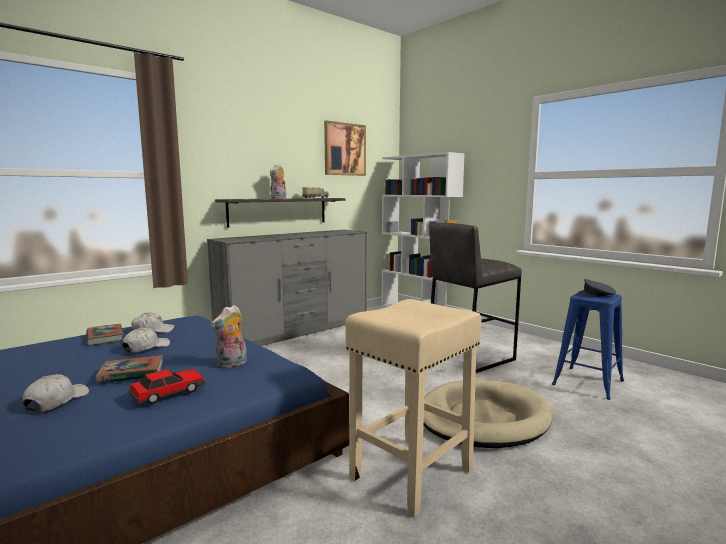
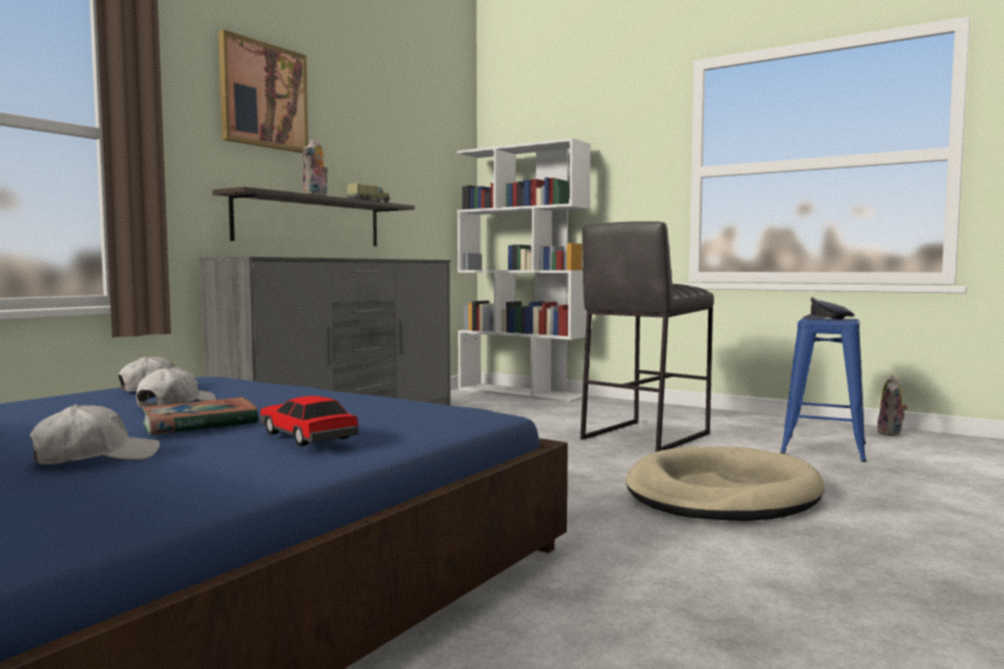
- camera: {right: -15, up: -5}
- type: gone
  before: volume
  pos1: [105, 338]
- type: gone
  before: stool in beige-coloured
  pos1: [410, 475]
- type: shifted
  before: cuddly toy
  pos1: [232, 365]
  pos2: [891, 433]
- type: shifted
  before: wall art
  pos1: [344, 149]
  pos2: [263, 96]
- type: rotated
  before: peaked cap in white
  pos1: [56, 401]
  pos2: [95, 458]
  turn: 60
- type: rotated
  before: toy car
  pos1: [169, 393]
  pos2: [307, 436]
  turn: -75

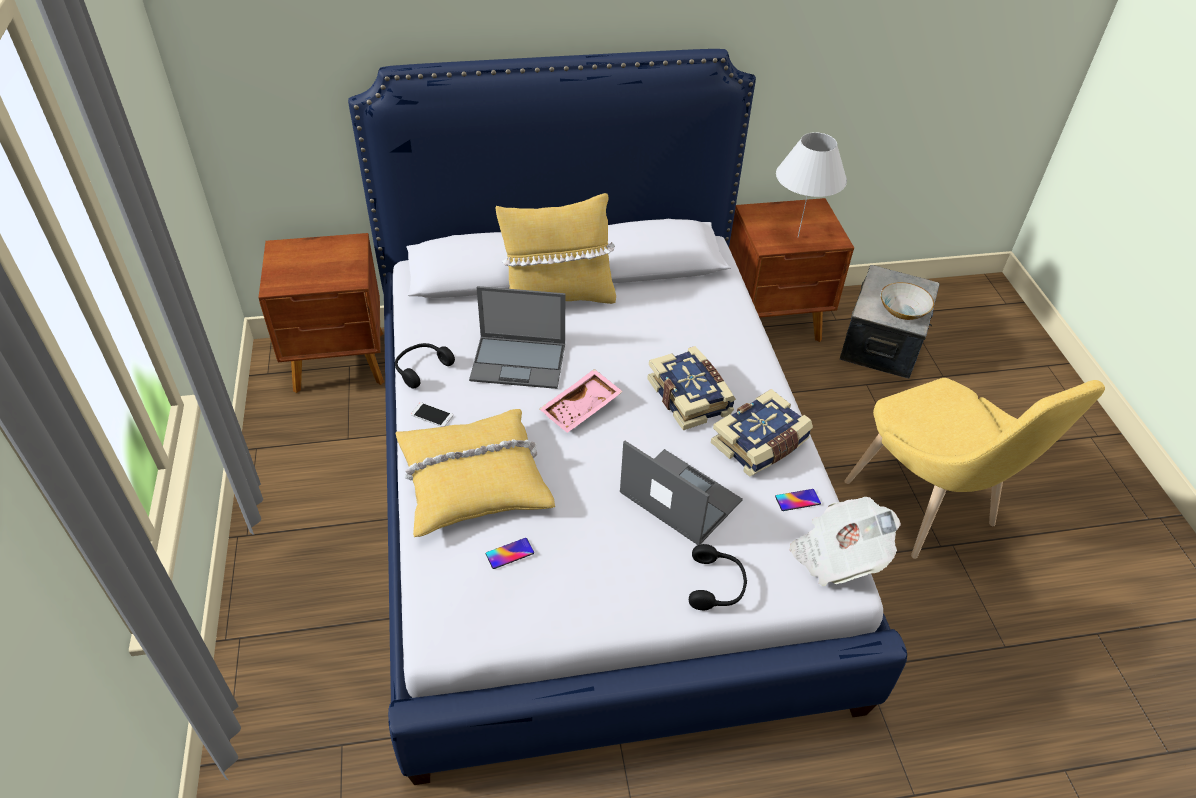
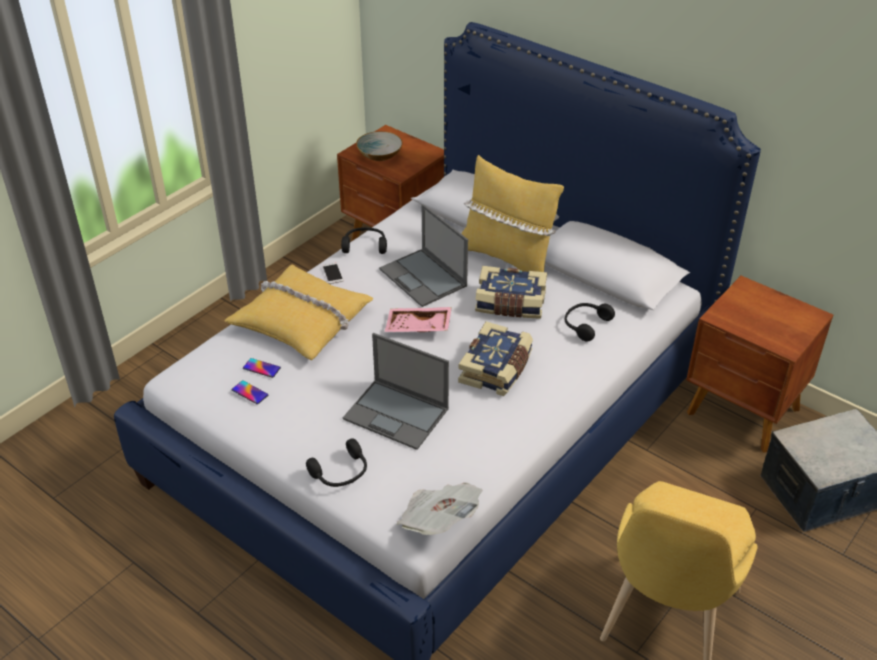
- camera: {right: 50, up: -5}
- type: gone
  before: lamp for a table in white
  pos1: [797, 237]
- type: new
  after: pair of headphones in blackish
  pos2: [585, 325]
- type: shifted
  before: volume
  pos1: [760, 444]
  pos2: [510, 304]
- type: shifted
  before: phone
  pos1: [797, 500]
  pos2: [250, 392]
- type: shifted
  before: bowl
  pos1: [902, 311]
  pos2: [379, 155]
- type: rotated
  before: laptop
  pos1: [679, 496]
  pos2: [397, 414]
  turn: 120

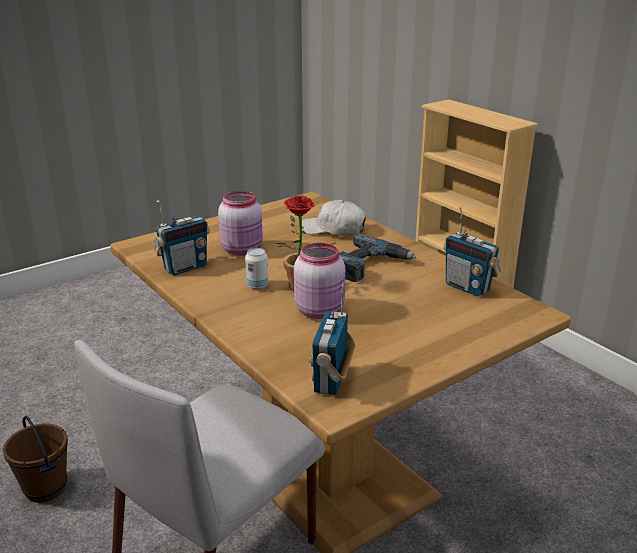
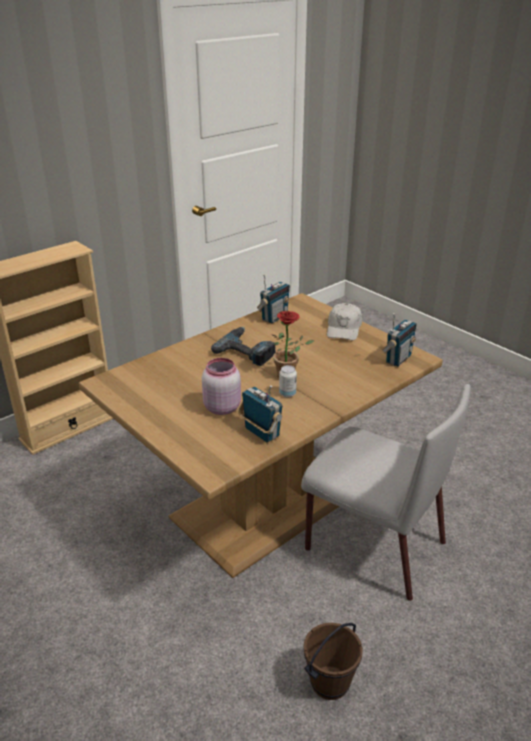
- camera: {right: -95, up: 5}
- type: gone
  before: storage jar in pink
  pos1: [320, 310]
- type: shifted
  before: peaked cap in white
  pos1: [334, 230]
  pos2: [344, 329]
- type: rotated
  before: radio
  pos1: [331, 381]
  pos2: [397, 359]
  turn: -60

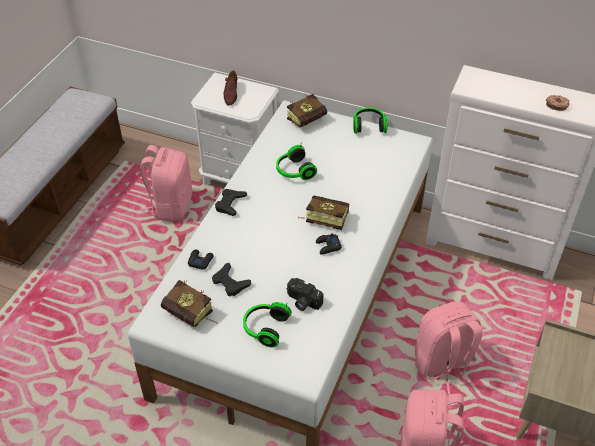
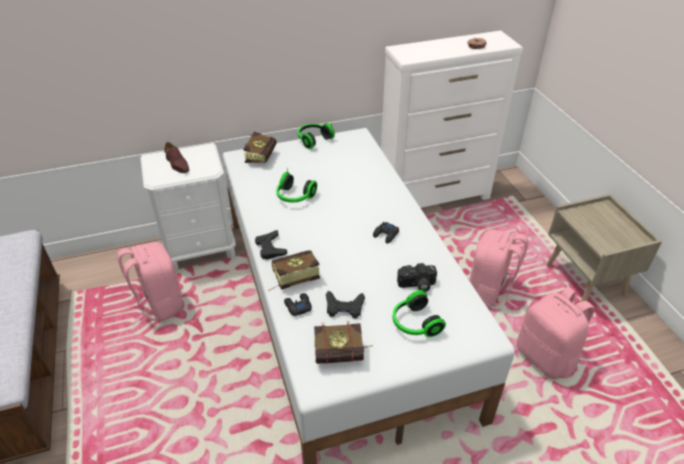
- camera: {right: -40, up: -5}
- type: shifted
  before: volume
  pos1: [322, 218]
  pos2: [291, 278]

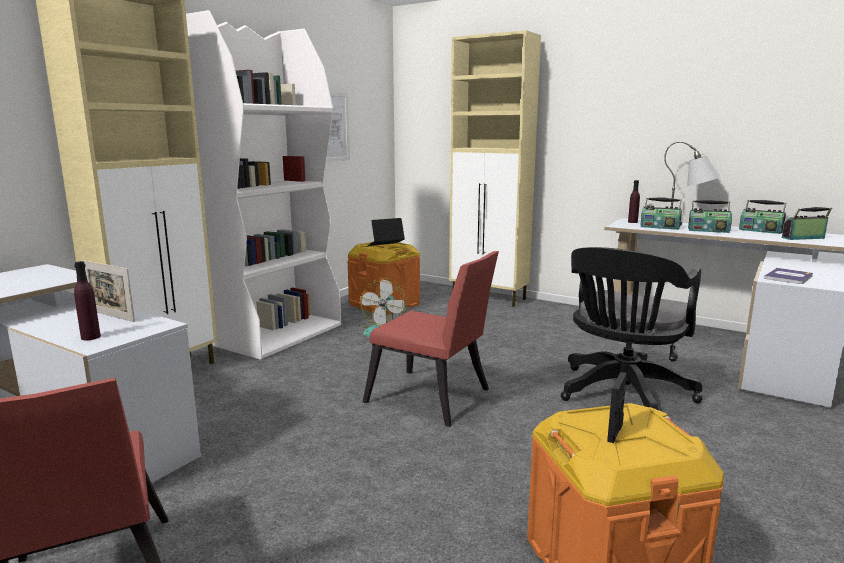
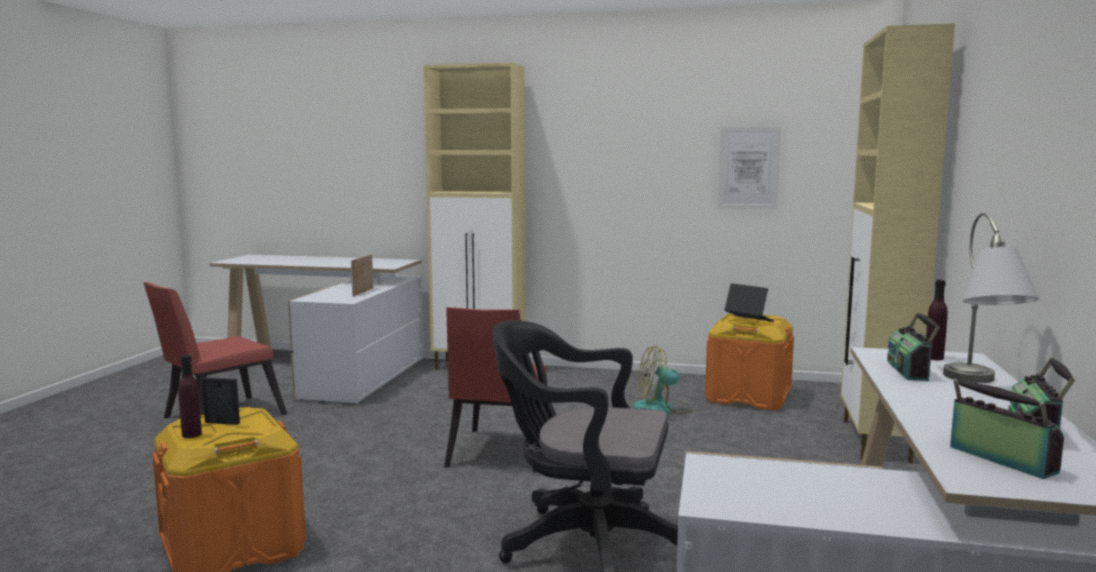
- camera: {right: 70, up: -5}
- type: gone
  before: bookcase in white
  pos1: [280, 335]
- type: gone
  before: radio
  pos1: [708, 230]
- type: gone
  before: volume
  pos1: [788, 277]
- type: shifted
  before: drink bottle in purple-coloured
  pos1: [90, 337]
  pos2: [191, 434]

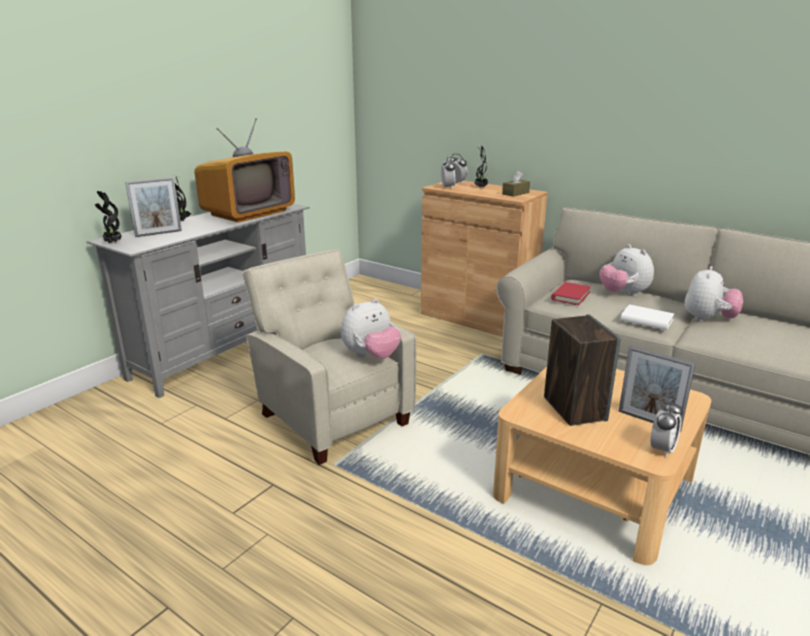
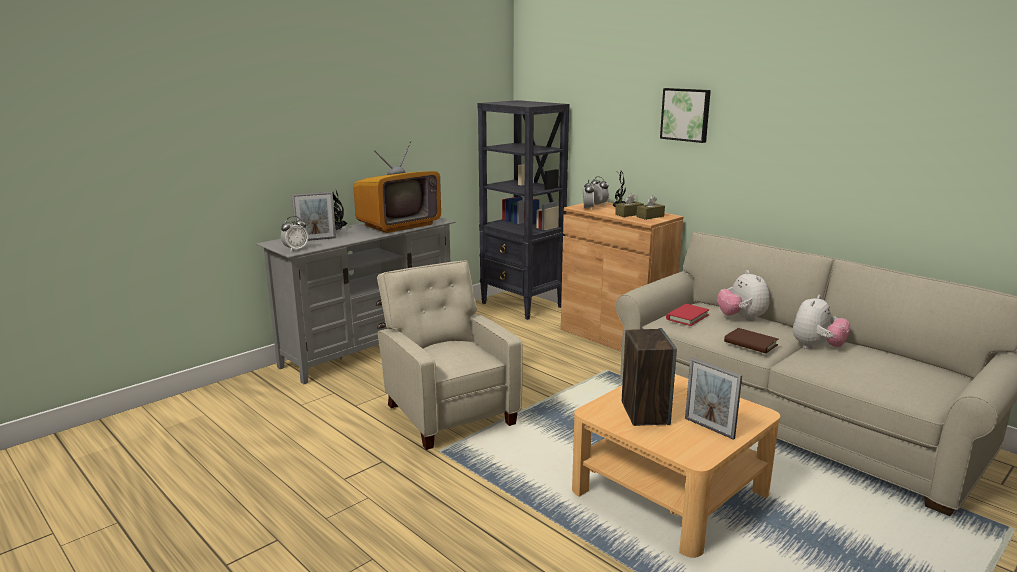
- camera: {right: 10, up: -5}
- type: gone
  before: plant in a pot
  pos1: [112, 243]
- type: gone
  before: cuddly toy
  pos1: [371, 356]
- type: new
  after: bookcase in blackish
  pos2: [522, 305]
- type: new
  after: tissue holder in brownish
  pos2: [629, 214]
- type: new
  after: wall art
  pos2: [686, 114]
- type: shifted
  before: table clock
  pos1: [662, 449]
  pos2: [295, 249]
- type: repainted
  before: volume in white
  after: volume in brownish
  pos1: [646, 320]
  pos2: [750, 343]

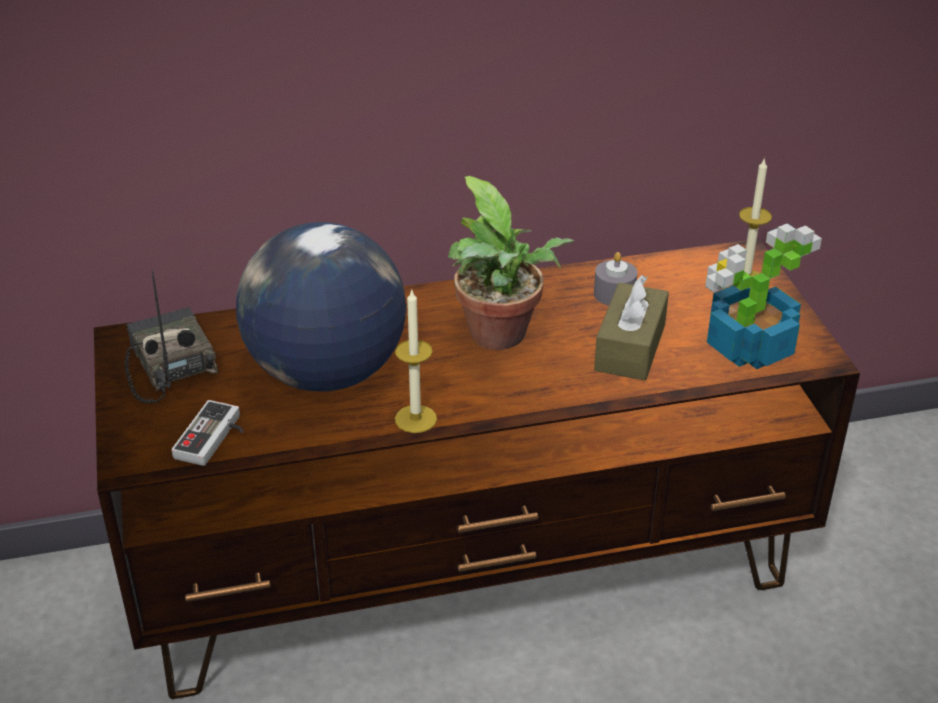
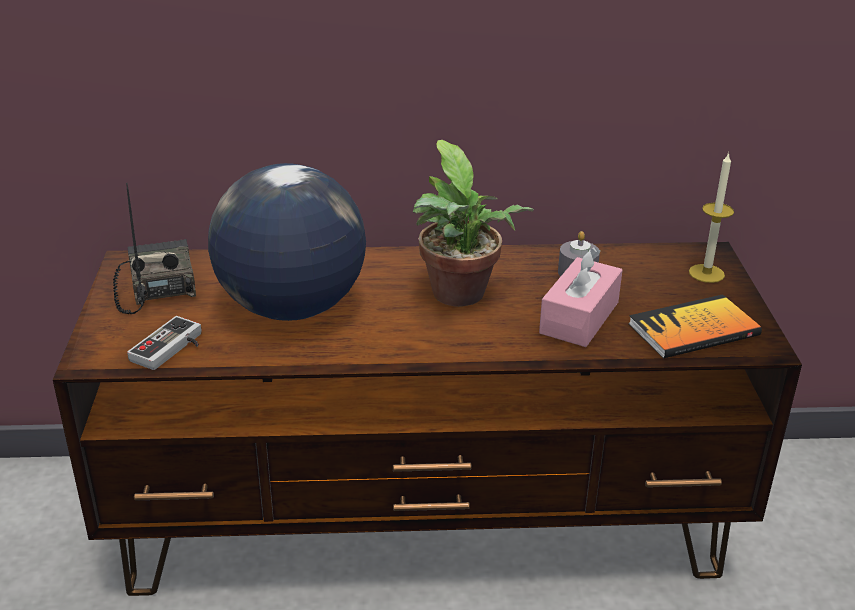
- camera: {right: 10, up: -5}
- type: gone
  before: wax candle
  pos1: [415, 419]
- type: swapped
  before: plant in a pot
  after: volume
  pos1: [747, 347]
  pos2: [693, 330]
- type: repainted
  before: tissue holder in brownish
  after: tissue holder in pink
  pos1: [630, 347]
  pos2: [579, 318]

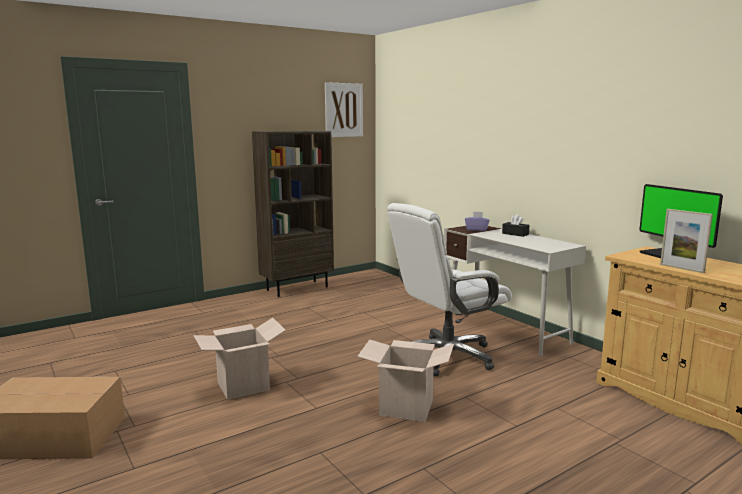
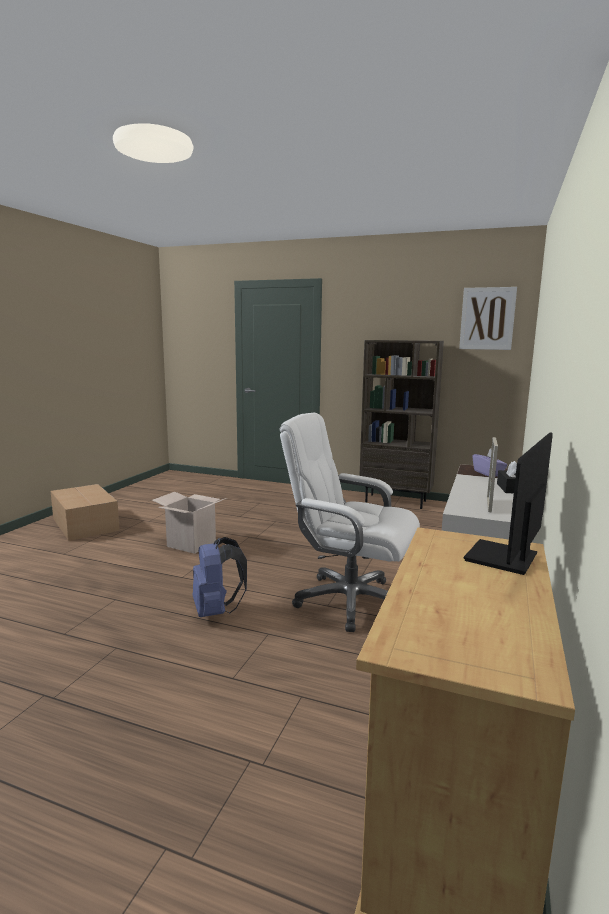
- camera: {right: 55, up: 0}
- type: shifted
  before: photo frame
  pos1: [681, 268]
  pos2: [489, 505]
- type: swapped
  before: cardboard box
  after: knapsack in bluish
  pos1: [406, 407]
  pos2: [216, 611]

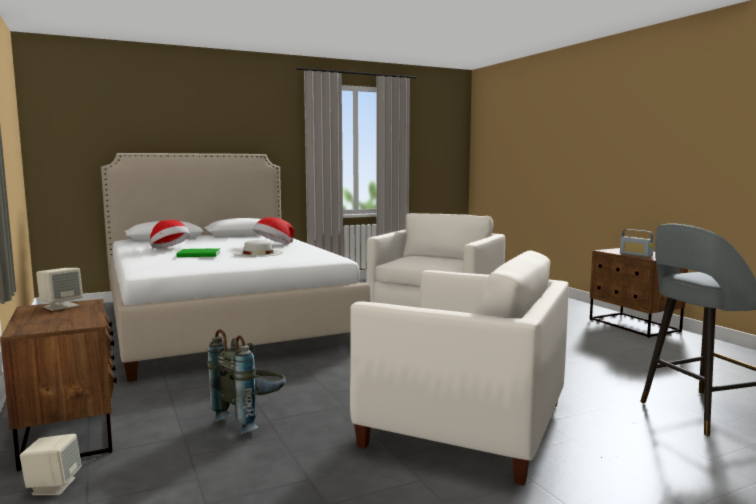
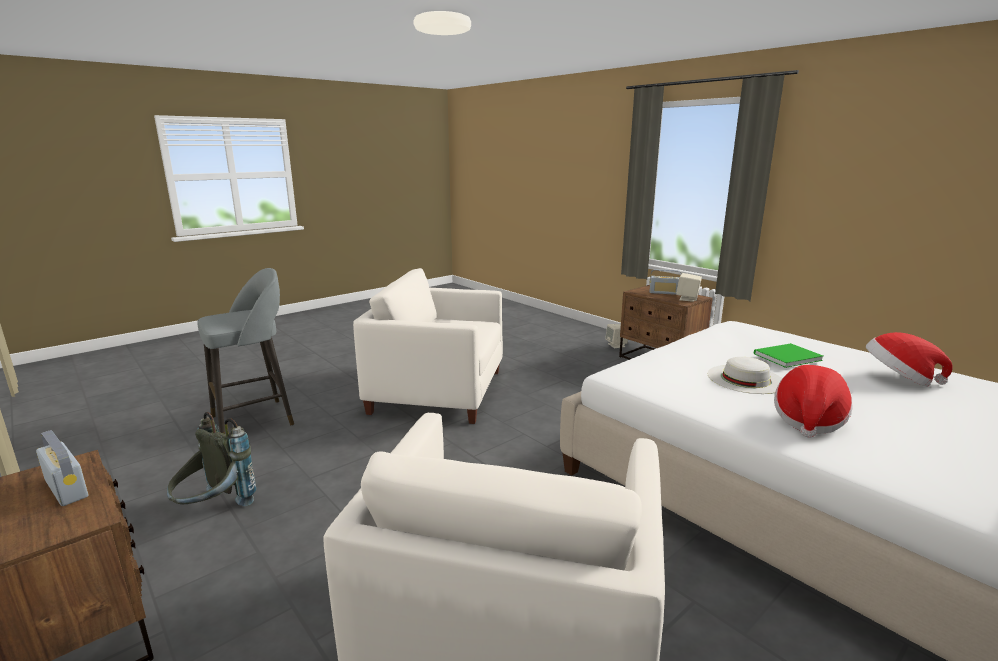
- camera: {right: 165, up: 10}
- type: new
  after: radio
  pos2: [664, 293]
- type: shifted
  before: knapsack in gray
  pos1: [251, 419]
  pos2: [215, 510]

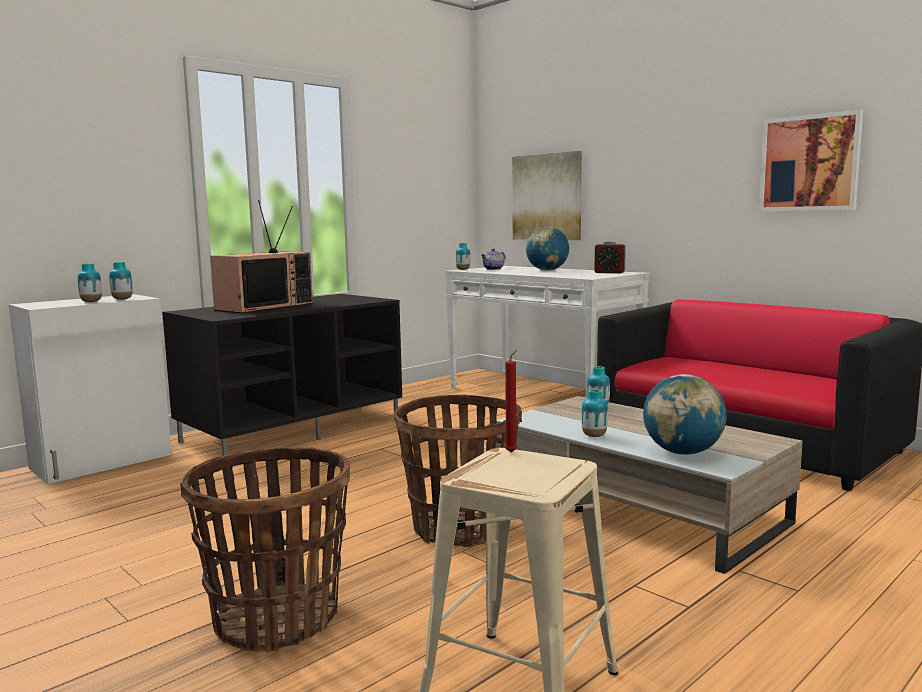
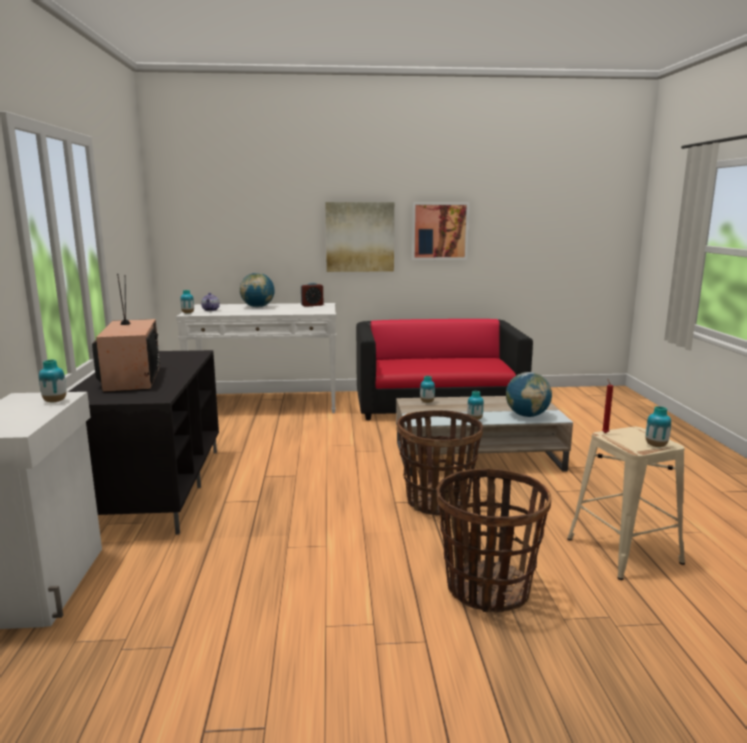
- camera: {right: -50, up: 5}
- type: shifted
  before: decorative vase
  pos1: [91, 302]
  pos2: [656, 446]
- type: shifted
  before: wall art
  pos1: [547, 197]
  pos2: [360, 237]

